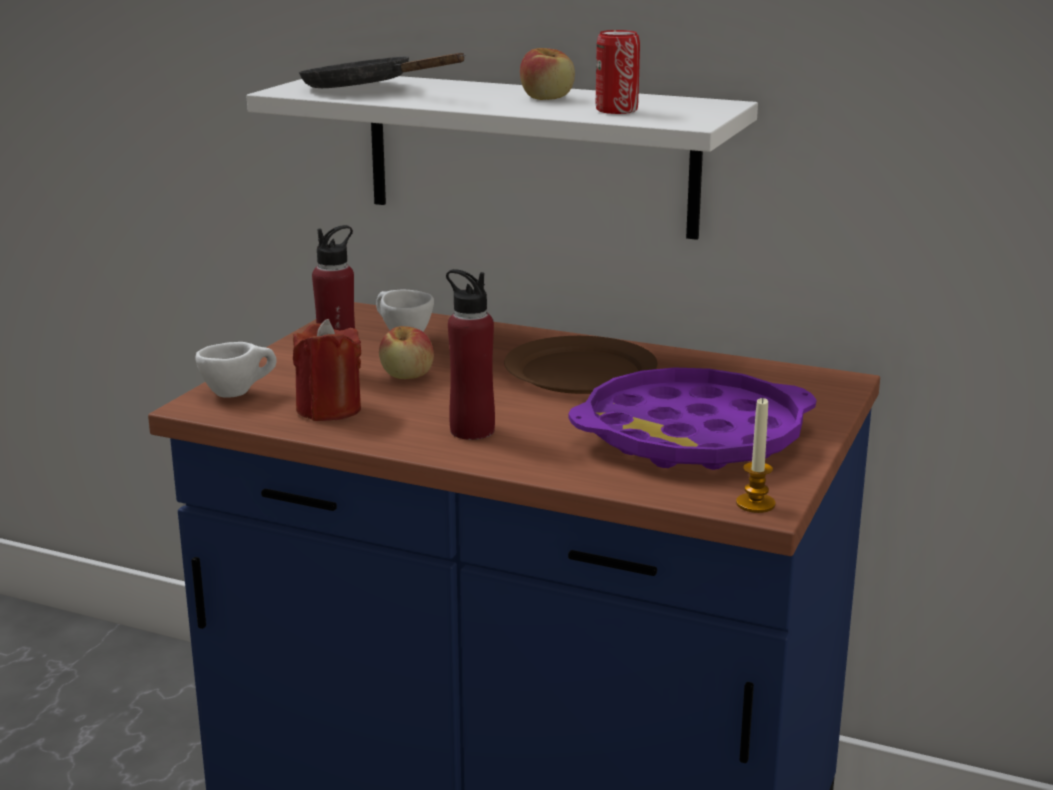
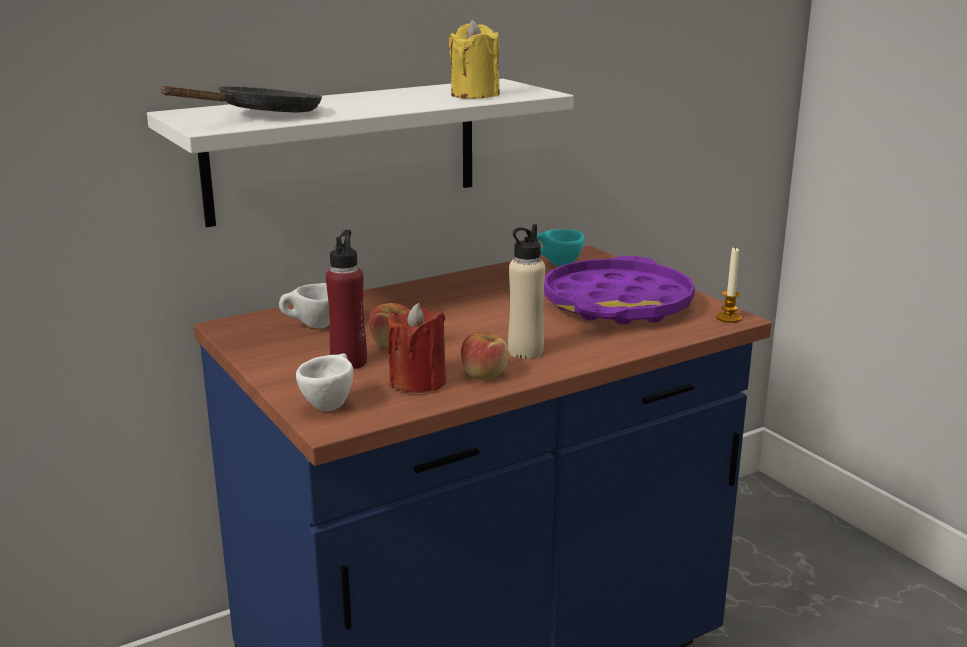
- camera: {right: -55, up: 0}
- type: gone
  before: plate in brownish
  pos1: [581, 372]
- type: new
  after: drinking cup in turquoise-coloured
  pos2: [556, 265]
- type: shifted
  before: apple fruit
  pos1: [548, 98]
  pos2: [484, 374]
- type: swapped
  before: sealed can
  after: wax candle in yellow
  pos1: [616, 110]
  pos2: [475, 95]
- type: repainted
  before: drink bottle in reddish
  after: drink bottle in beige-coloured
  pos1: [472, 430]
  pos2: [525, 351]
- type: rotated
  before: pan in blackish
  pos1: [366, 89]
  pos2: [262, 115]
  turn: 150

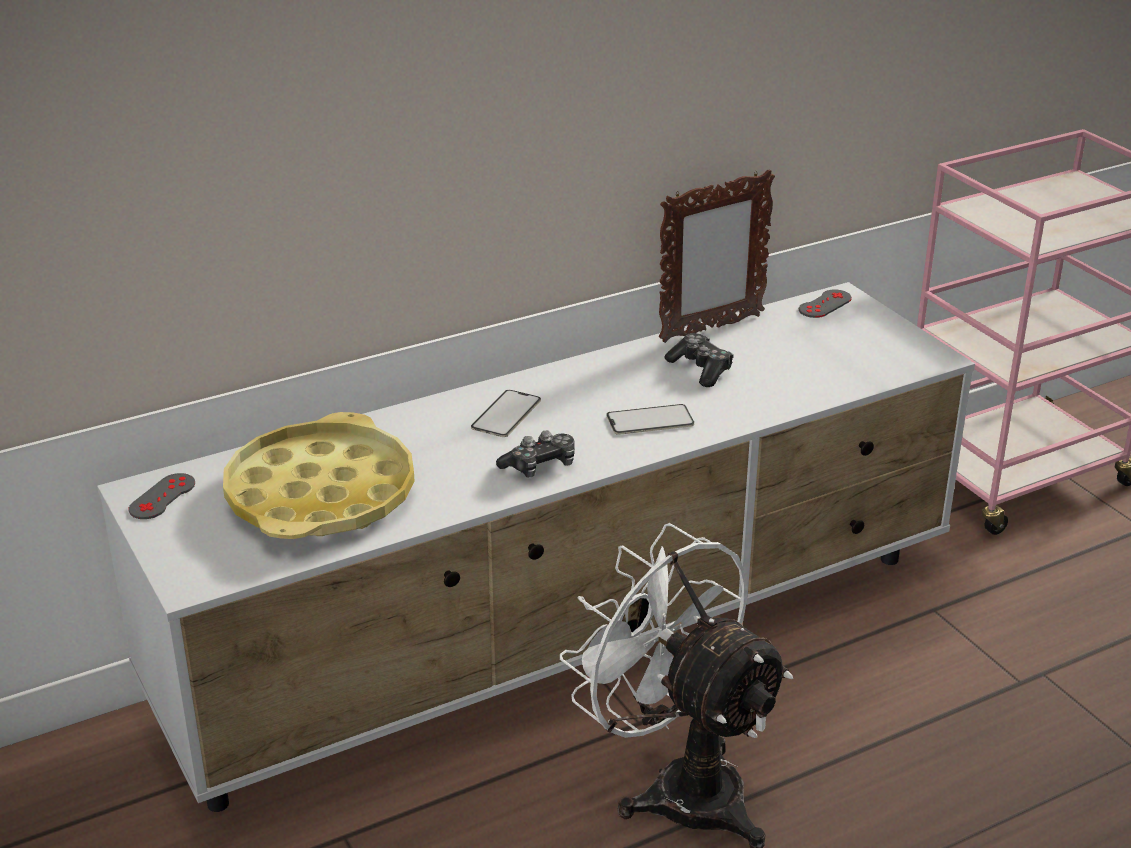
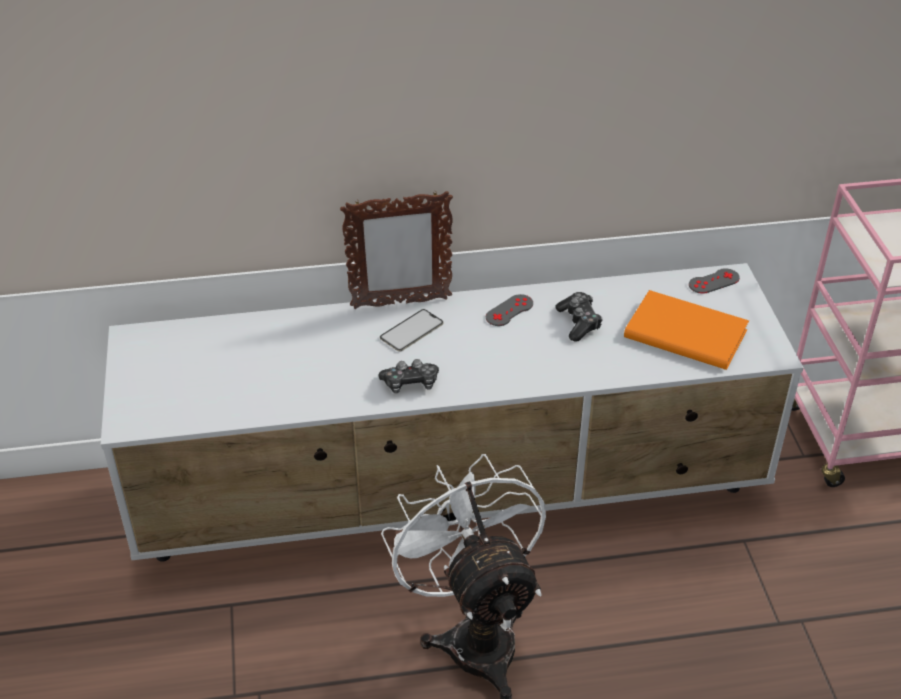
- camera: {right: 20, up: 10}
- type: gone
  before: carrying tray in yellow
  pos1: [321, 494]
- type: gone
  before: phone
  pos1: [650, 420]
- type: new
  after: volume in orangey
  pos2: [685, 332]
- type: shifted
  before: gamepad in gray
  pos1: [162, 497]
  pos2: [509, 310]
- type: shifted
  before: photo frame
  pos1: [710, 328]
  pos2: [400, 303]

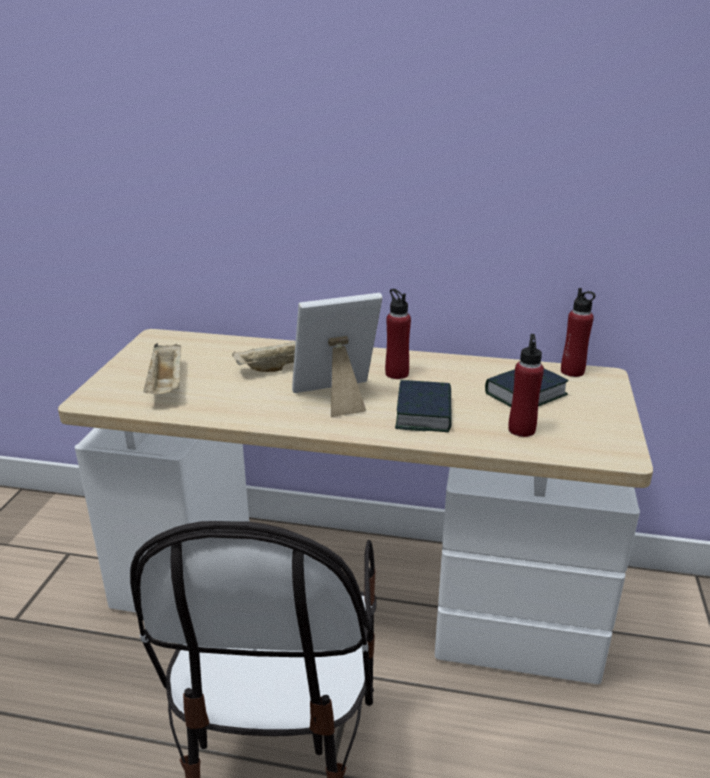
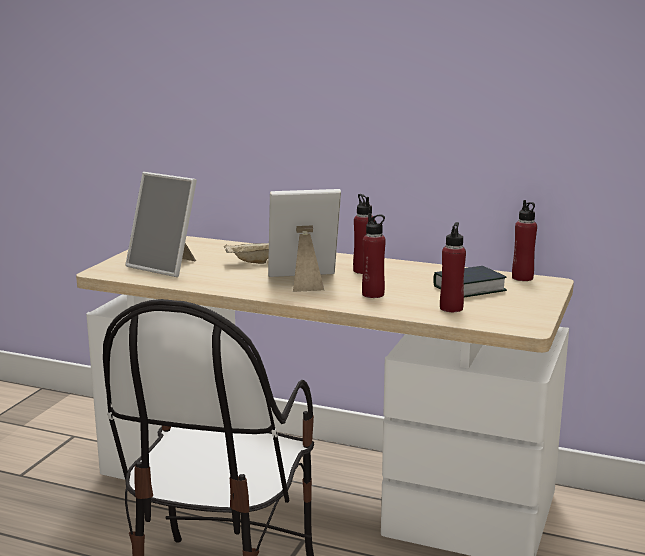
- camera: {right: 10, up: -10}
- type: swapped
  before: carrying tray in beige-coloured
  after: photo frame
  pos1: [167, 385]
  pos2: [166, 266]
- type: swapped
  before: volume
  after: drink bottle in reddish
  pos1: [424, 413]
  pos2: [373, 294]

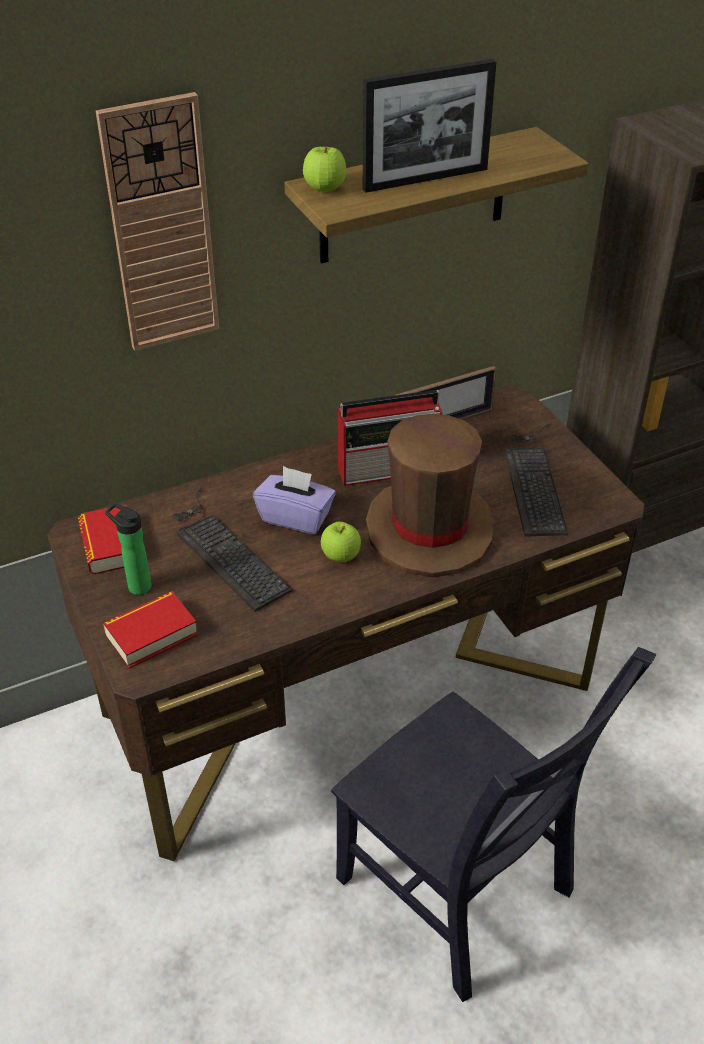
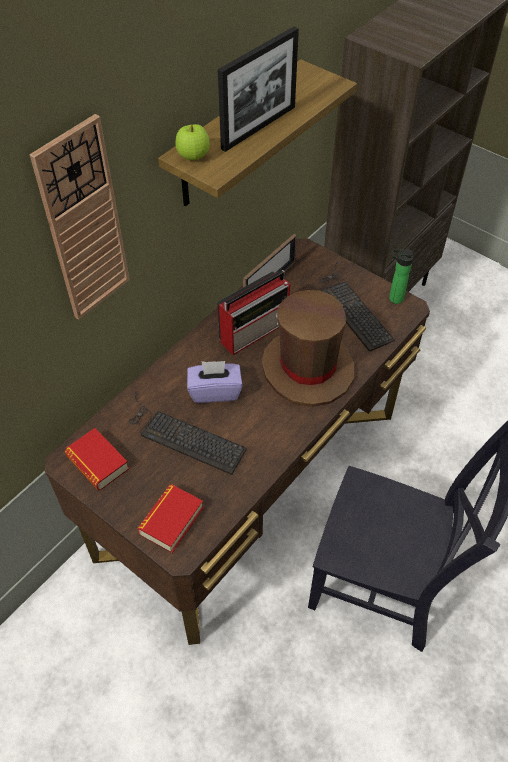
- camera: {right: -25, up: 10}
- type: gone
  before: apple fruit
  pos1: [340, 556]
- type: shifted
  before: drink bottle
  pos1: [136, 585]
  pos2: [393, 298]

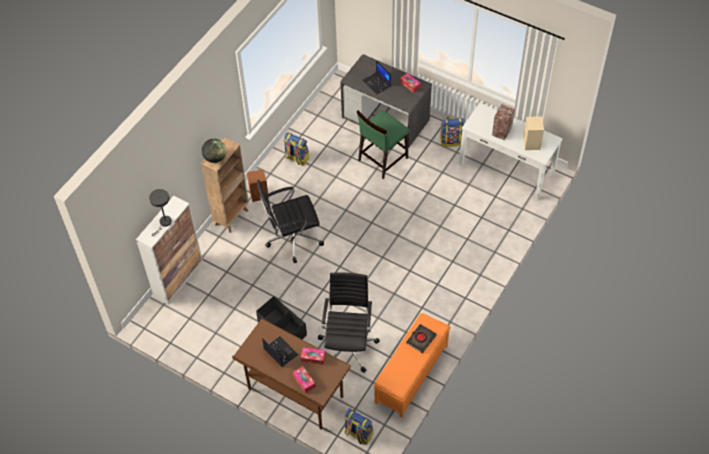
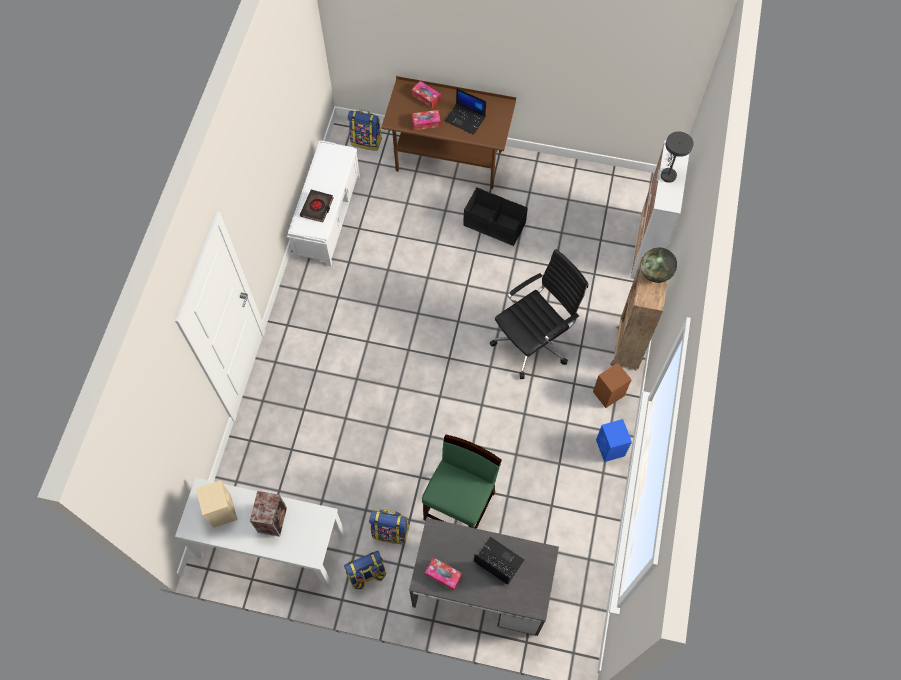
- camera: {right: 160, up: 10}
- type: gone
  before: computer chair in blackish
  pos1: [348, 346]
- type: new
  after: loudspeaker in bluish
  pos2: [610, 448]
- type: shifted
  before: knapsack
  pos1: [296, 158]
  pos2: [391, 531]
- type: repainted
  before: indoor bench in orangey
  after: indoor bench in white
  pos1: [411, 374]
  pos2: [328, 215]

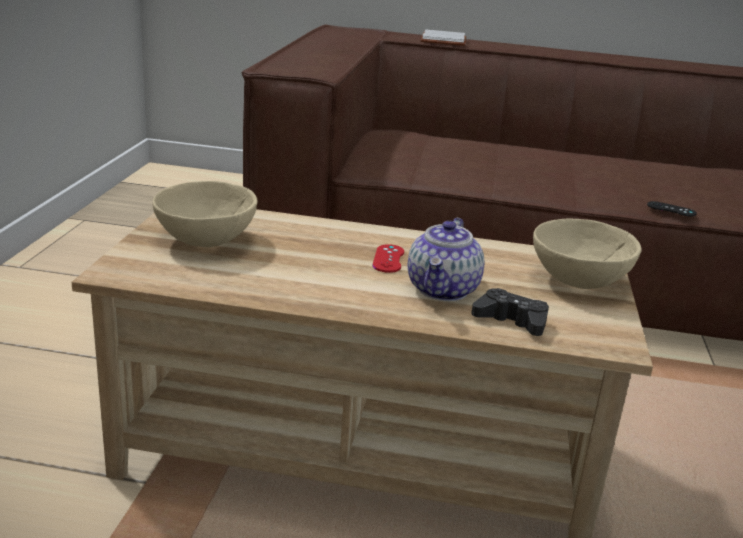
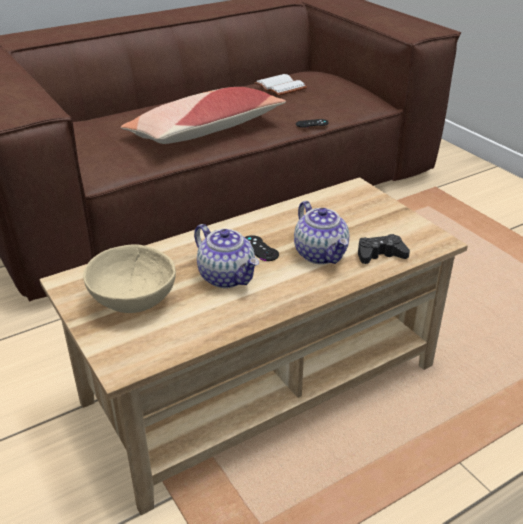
- camera: {right: -40, up: 10}
- type: gone
  before: bowl in beige-coloured
  pos1: [579, 280]
- type: new
  after: pillow
  pos2: [205, 131]
- type: new
  after: pot for tea
  pos2: [227, 277]
- type: shifted
  before: volume in white
  pos1: [445, 41]
  pos2: [282, 87]
- type: repainted
  before: gamepad in reddish
  after: gamepad in blackish
  pos1: [388, 259]
  pos2: [260, 248]

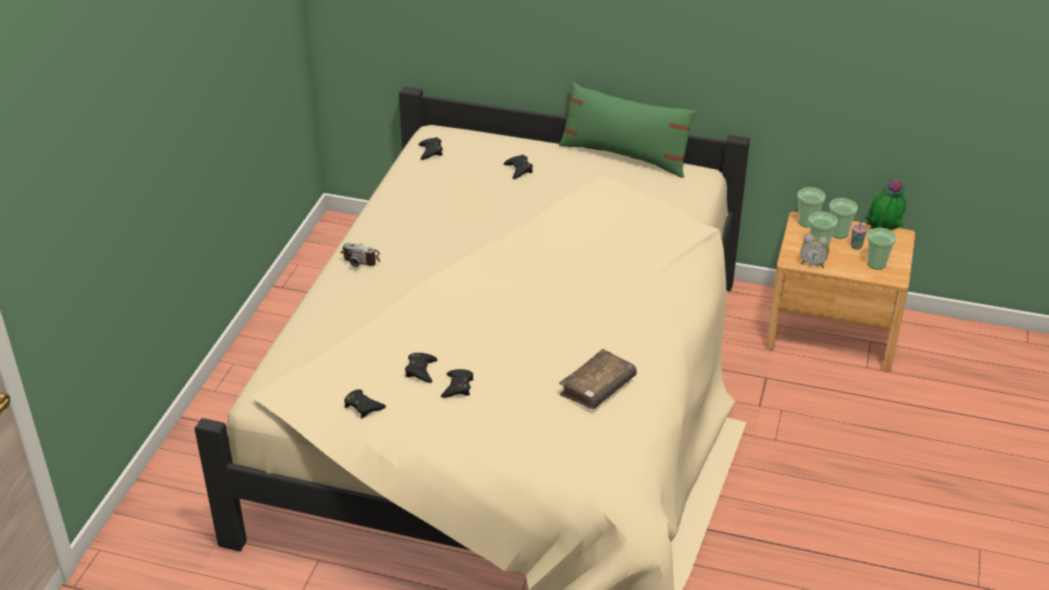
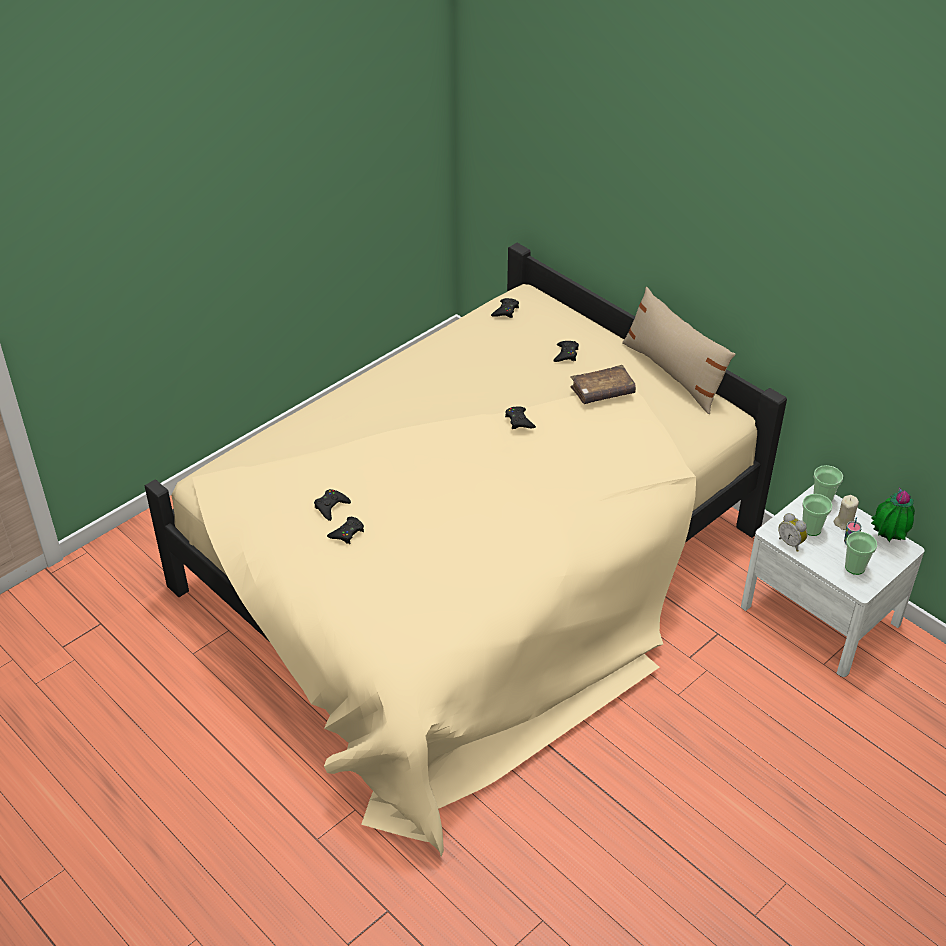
- camera: {right: 30, up: 5}
- type: gone
  before: still camera
  pos1: [362, 258]
- type: shifted
  before: gamepad in blackish
  pos1: [363, 406]
  pos2: [519, 421]
- type: shifted
  before: volume in brownish
  pos1: [597, 387]
  pos2: [602, 392]
- type: swapped
  before: drinking cup
  after: wax candle in beige-coloured
  pos1: [838, 233]
  pos2: [844, 522]
- type: repainted
  before: pillow in greenish
  after: pillow in beige-coloured
  pos1: [625, 156]
  pos2: [673, 373]
- type: repainted
  before: nightstand in brownish
  after: nightstand in white
  pos1: [832, 330]
  pos2: [820, 615]

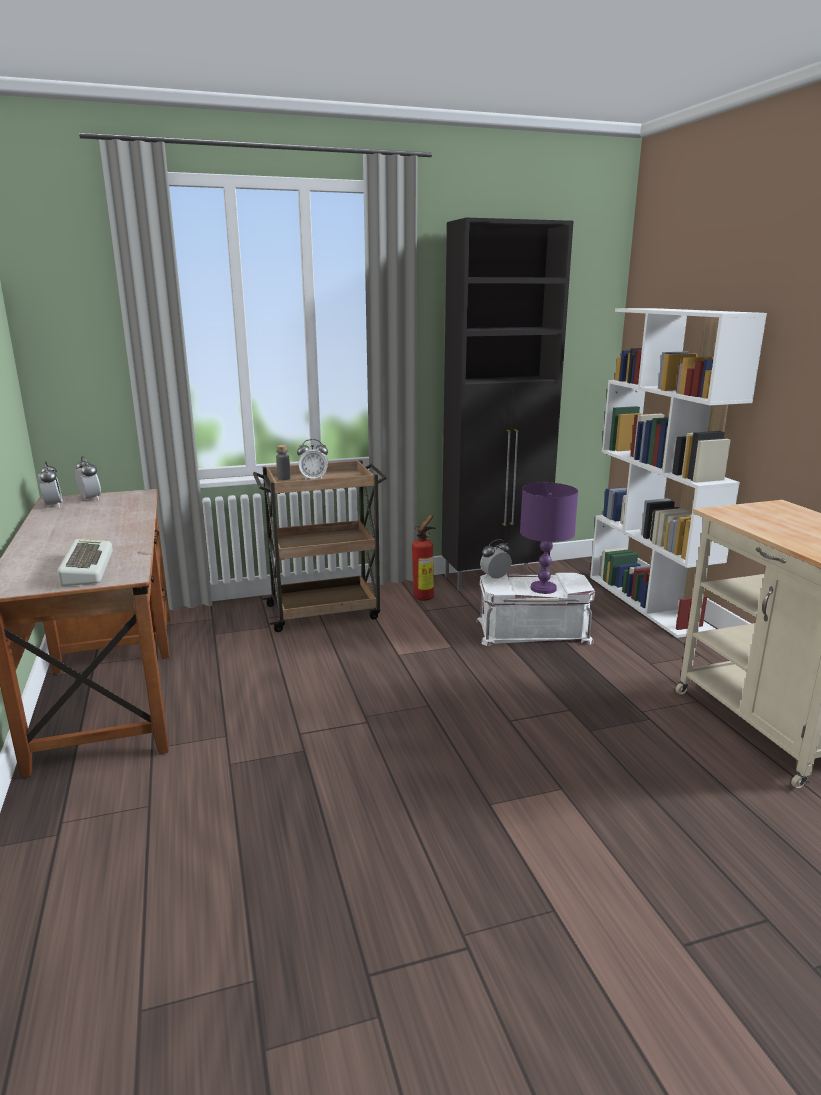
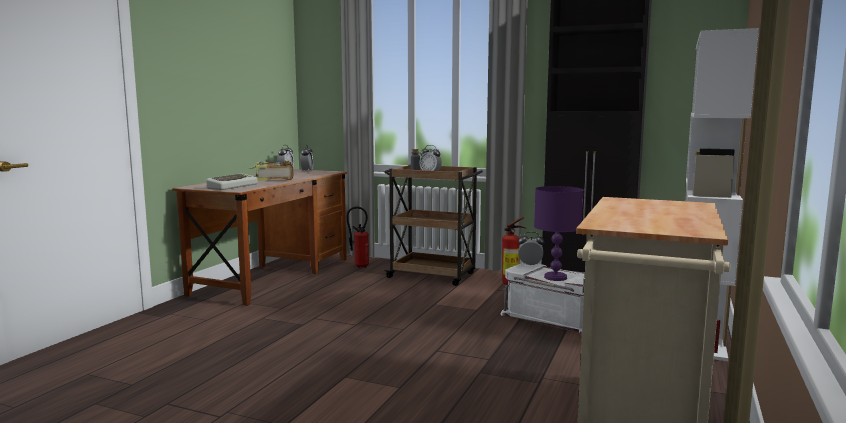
- camera: {right: 40, up: -10}
- type: new
  after: volume
  pos2: [273, 178]
- type: new
  after: fire-fighting cylinder
  pos2: [359, 266]

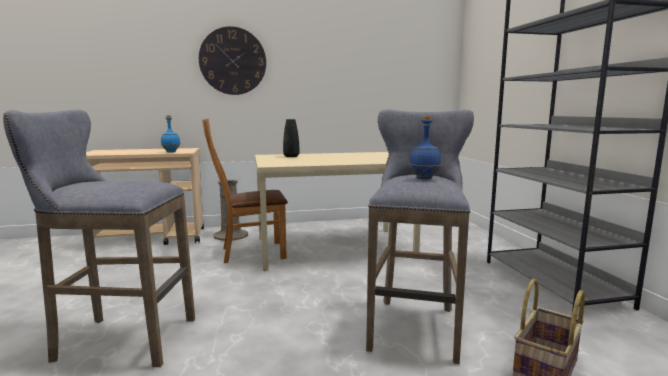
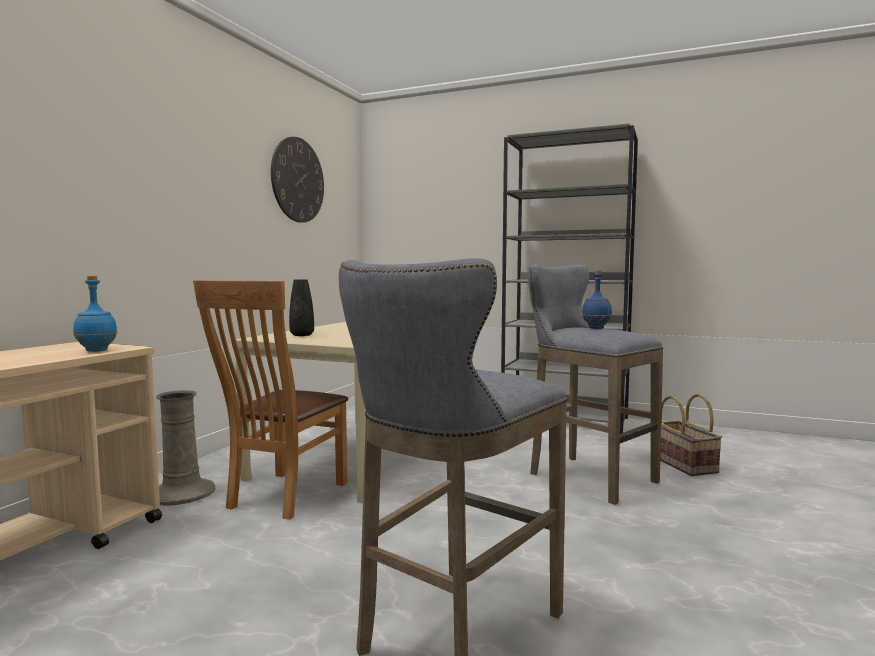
- camera: {right: -55, up: -5}
- type: shifted
  before: wall clock
  pos1: [233, 61]
  pos2: [298, 180]

